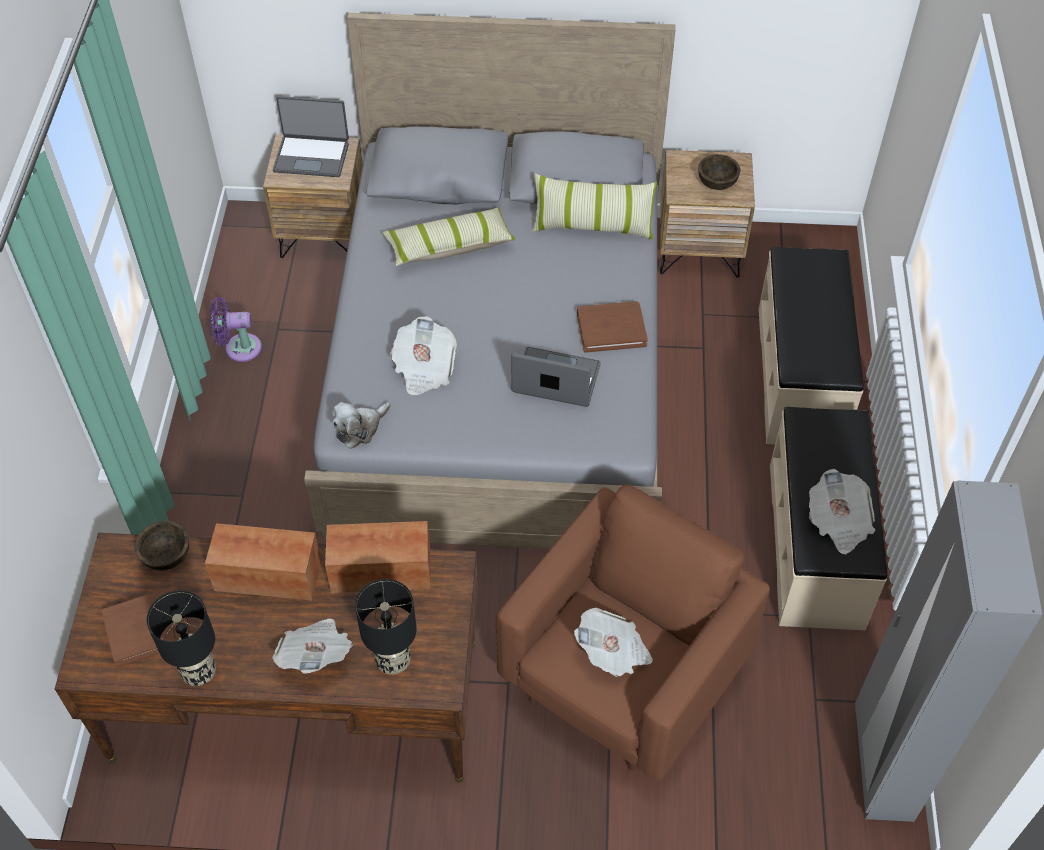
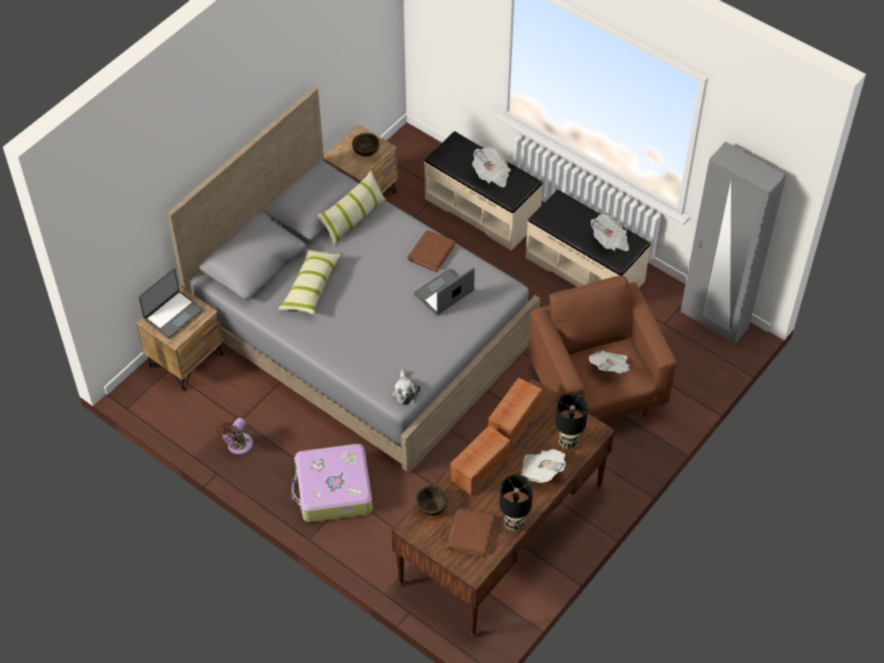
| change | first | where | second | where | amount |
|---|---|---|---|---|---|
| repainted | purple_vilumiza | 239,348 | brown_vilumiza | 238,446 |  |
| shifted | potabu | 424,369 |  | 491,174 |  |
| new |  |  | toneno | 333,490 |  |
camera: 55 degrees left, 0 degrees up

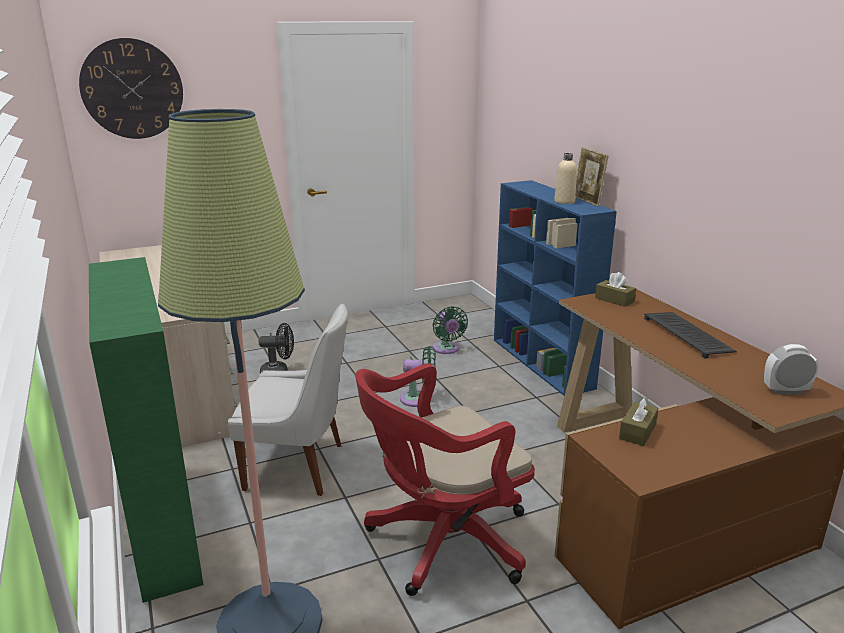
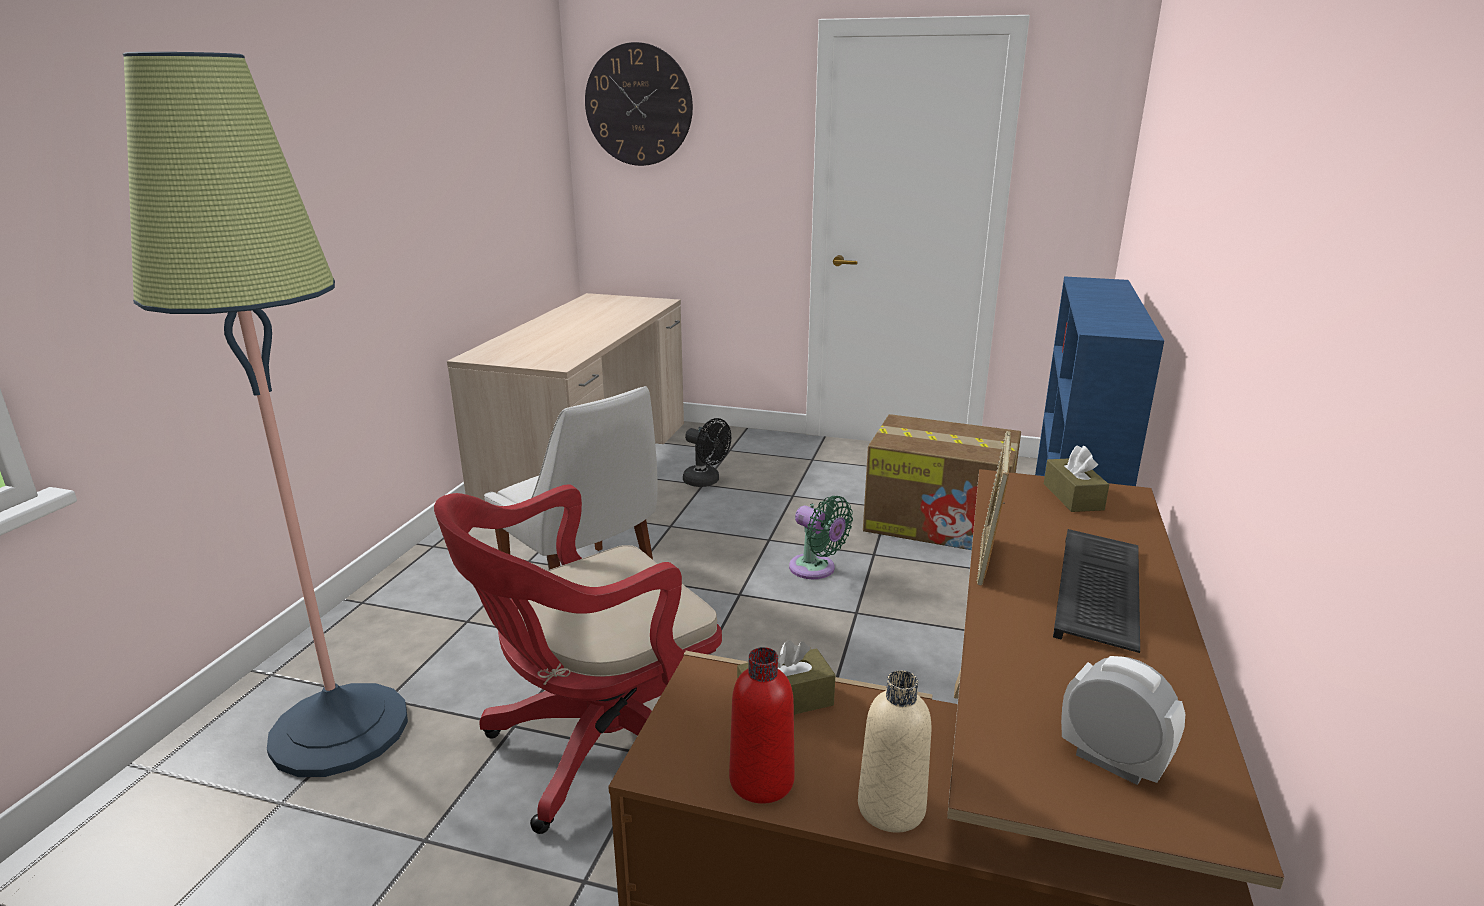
| change | first | where | second | where | amount |
|---|---|---|---|---|---|
| shifted | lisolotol | 587,201 |  | 986,561 |  |
| shifted | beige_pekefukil | 564,201 |  | 891,807 |  |
| gone | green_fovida | 162,524 |  |  |  |
| swapped | green_vilumiza | 446,349 | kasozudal | 940,523 |  |
| rotated | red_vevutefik | 441,542 |  | 597,748 | 45 degrees counterclockwise |
| new |  |  | red_pekefukil | 761,780 |  |
camera: 40 degrees right, 0 degrees up

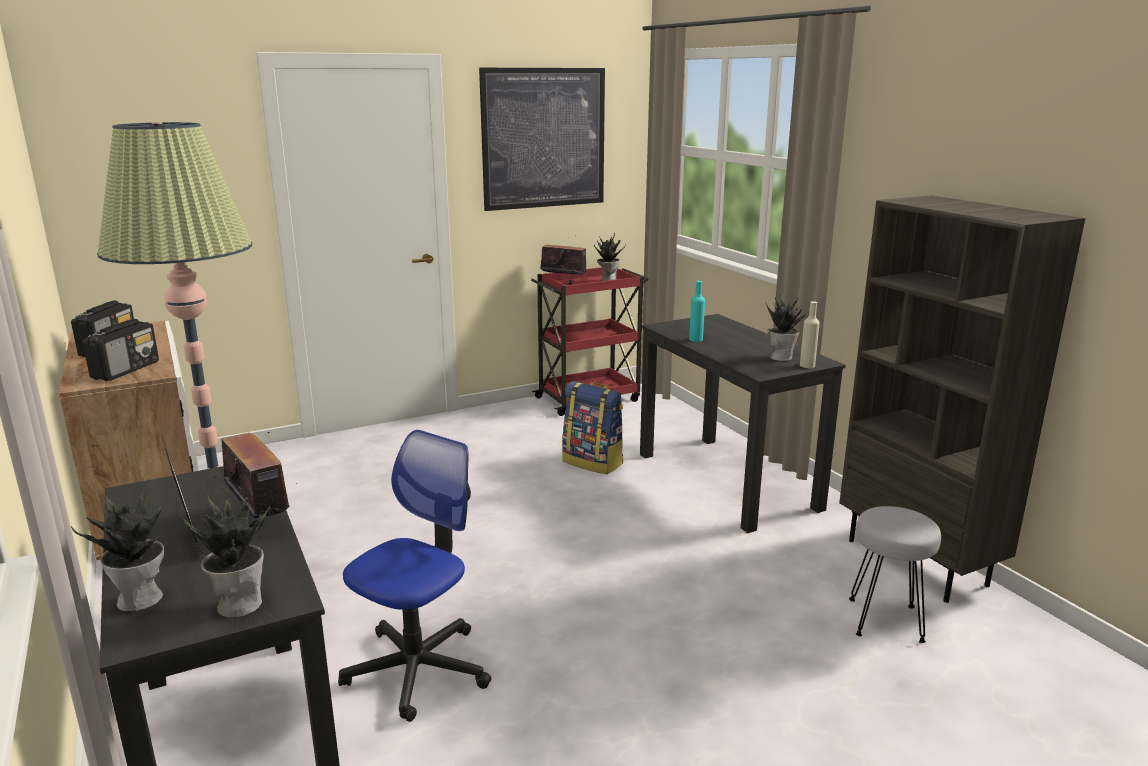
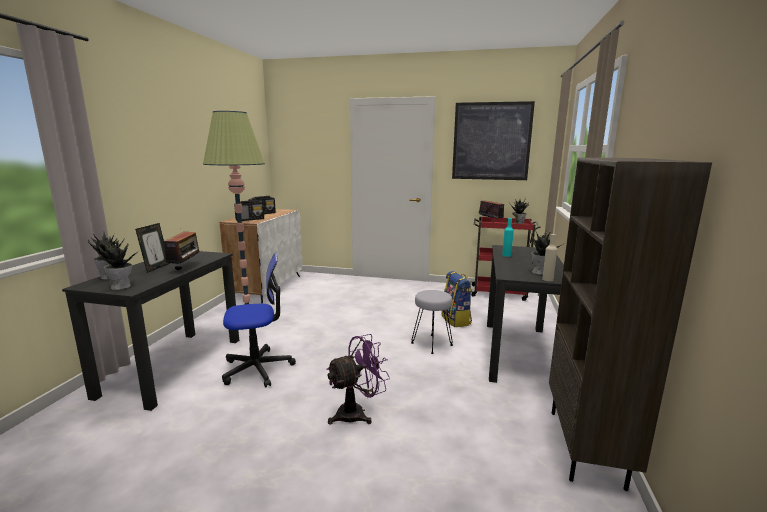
| change | first | where | second | where | amount |
|---|---|---|---|---|---|
| shifted | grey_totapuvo | 884,620 |  | 431,344 |  |
| new |  |  | purple_vilumiza | 357,413 |  |
camera: 40 degrees right, 5 degrees down

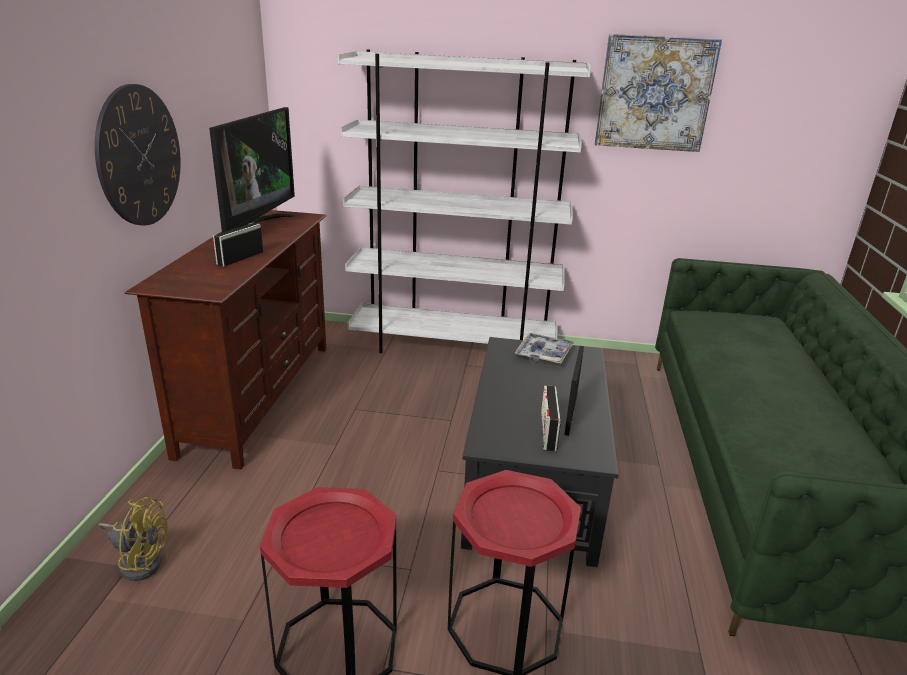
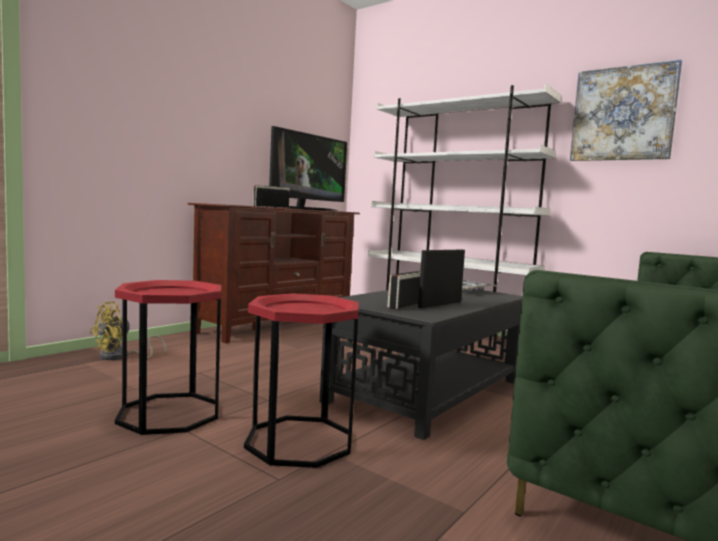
| change | first | where | second | where | amount |
|---|---|---|---|---|---|
| gone | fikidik | 139,156 |  |  |  |
| rotated | yellow_vilumiza | 139,561 |  | 120,357 | 90 degrees clockwise |
camera: 30 degrees right, 20 degrees down

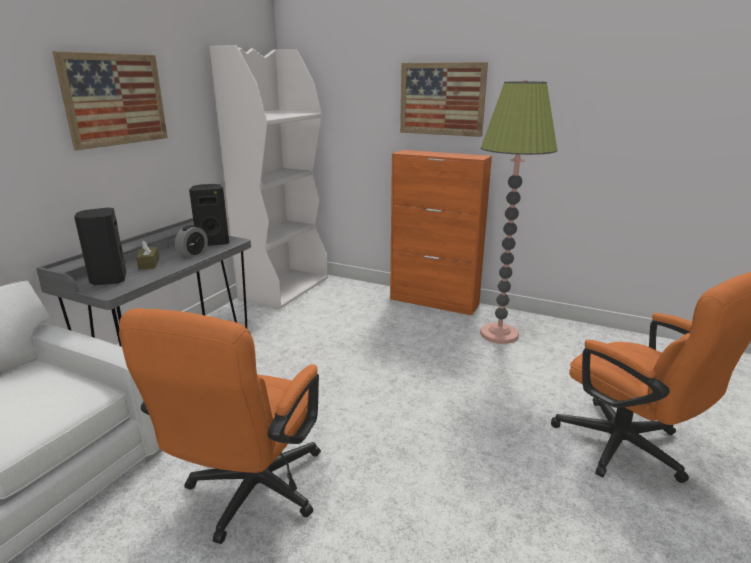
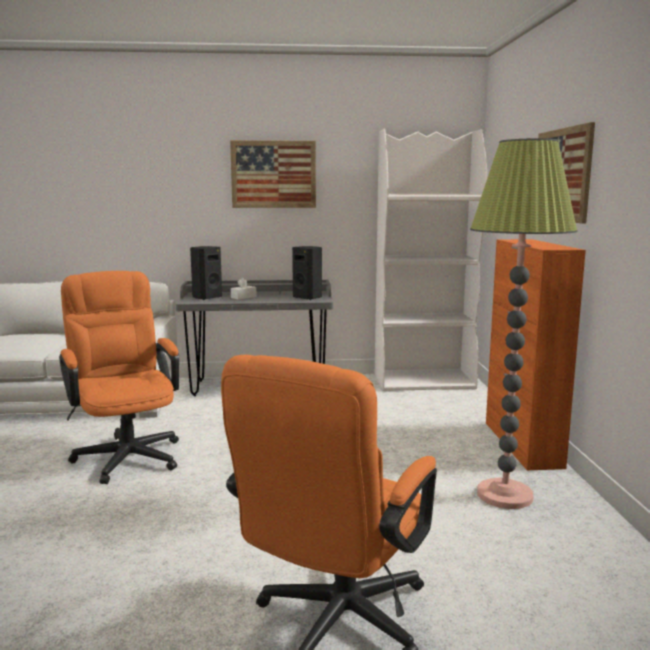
| change | first | where | second | where | amount |
|---|---|---|---|---|---|
| gone | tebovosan | 193,254 |  |  |  |
| repainted | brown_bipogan | 149,264 | white_bipogan | 243,297 |  |
| rotated | orange_vevutefik | 249,496 |  | 127,453 | 75 degrees clockwise |
camera: 60 degrees right, 10 degrees down

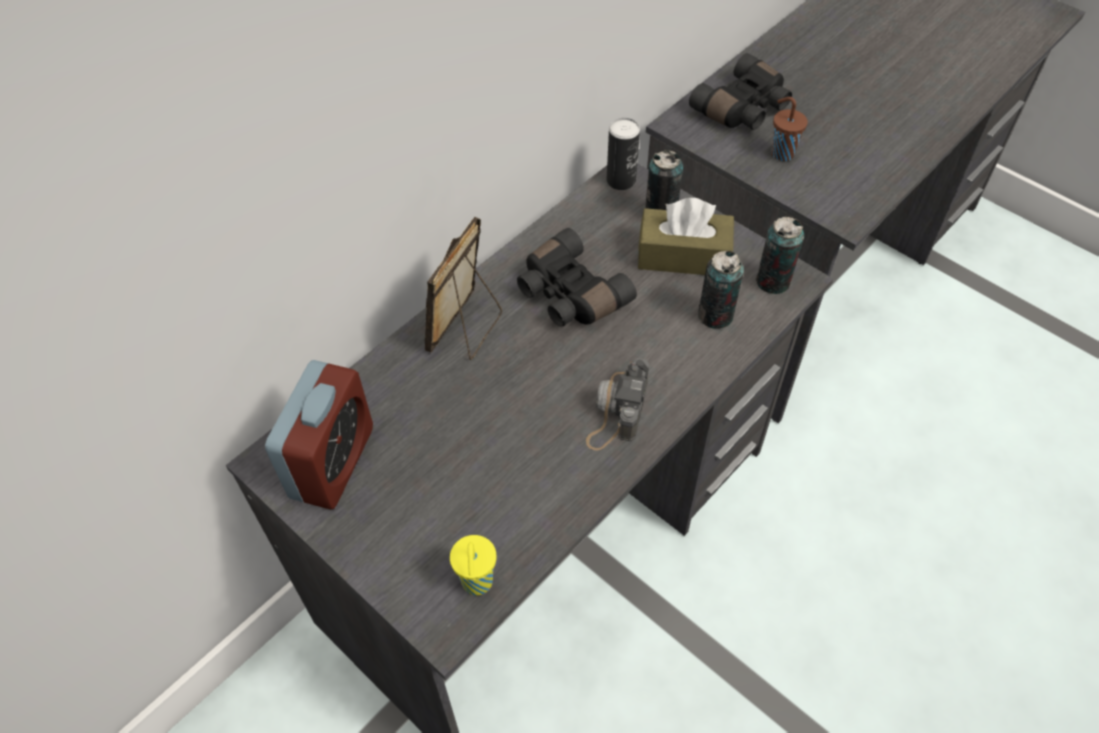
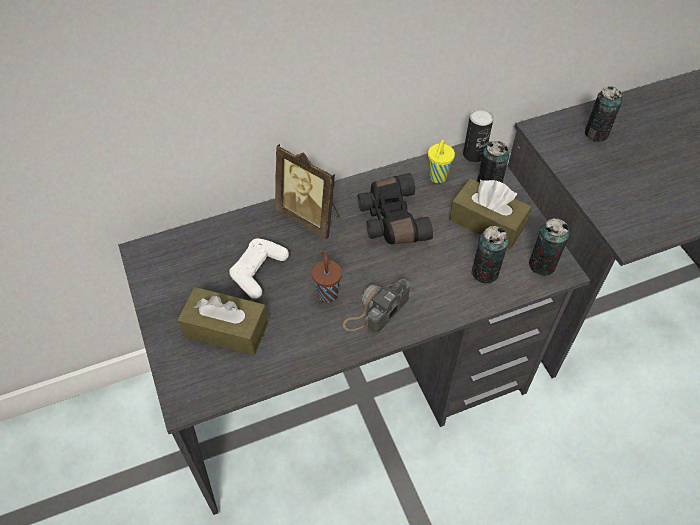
| change | first | where | second | where | amount |
|---|---|---|---|---|---|
| swapped | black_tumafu | 743,108 | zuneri | 596,134 |  |
| shifted | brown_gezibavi | 781,153 |  | 327,293 |  |
| rotated | lisolotol | 467,329 |  | 310,217 | 105 degrees counterclockwise |
| gone | tebovosan | 332,463 |  |  |  |
| shifted | yellow_gezibavi | 477,583 |  | 437,178 |  |
| new |  |  | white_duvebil | 258,271 |  |
| new |  |  | brown_bipogan | 226,329 |  |
camera: 25 degrees right, 0 degrees up

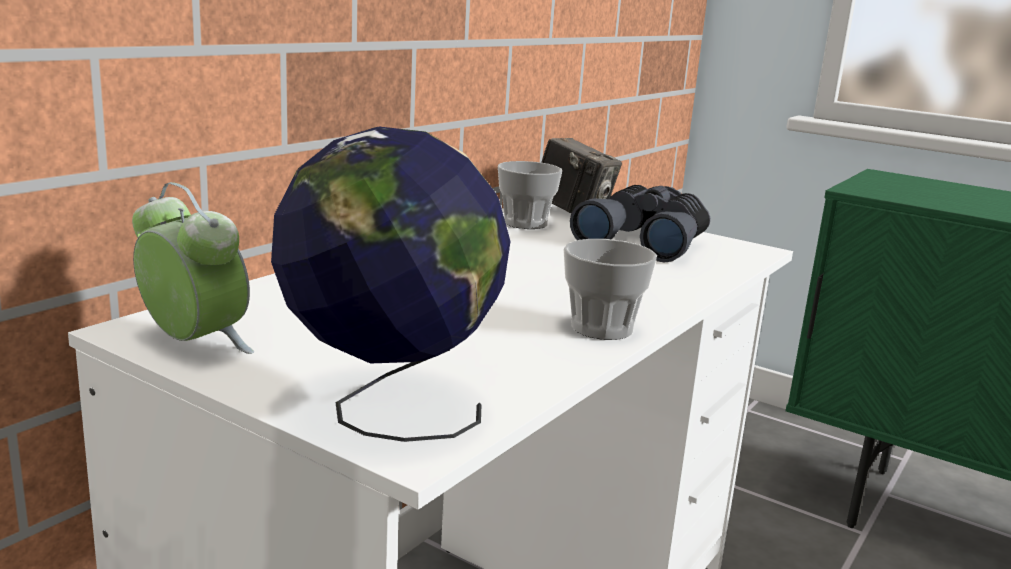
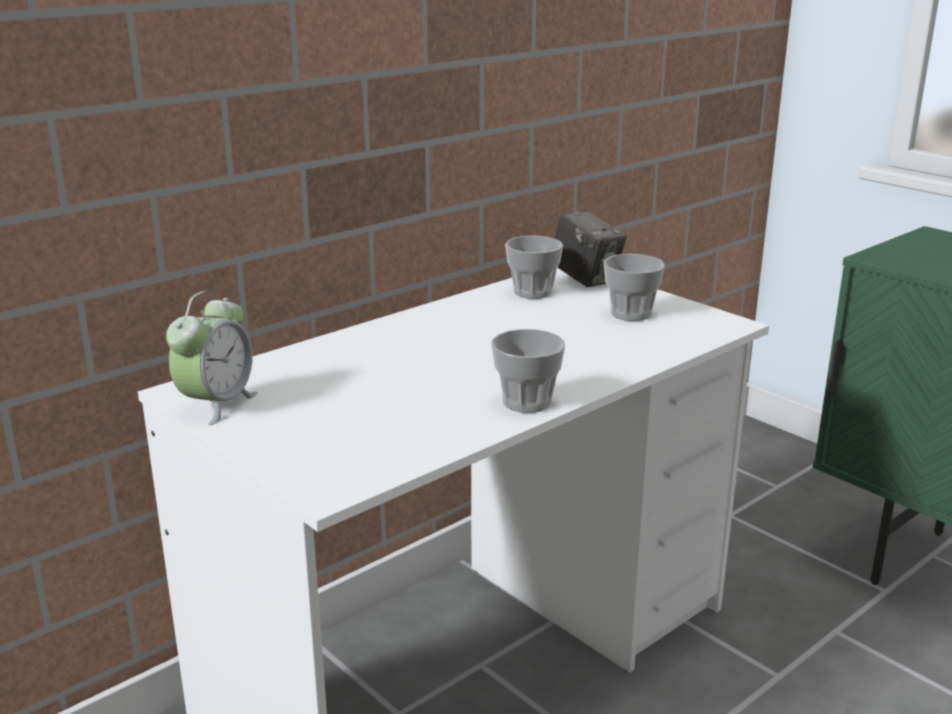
| change | first | where | second | where | amount |
|---|---|---|---|---|---|
| gone | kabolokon | 387,410 |  |  |  |
| rotated | tebovosan | 194,344 |  | 217,404 | 60 degrees clockwise |
| swapped | grey_tumafu | 645,241 | gezibavi | 630,313 |  |
camera: 15 degrees right, 5 degrees up

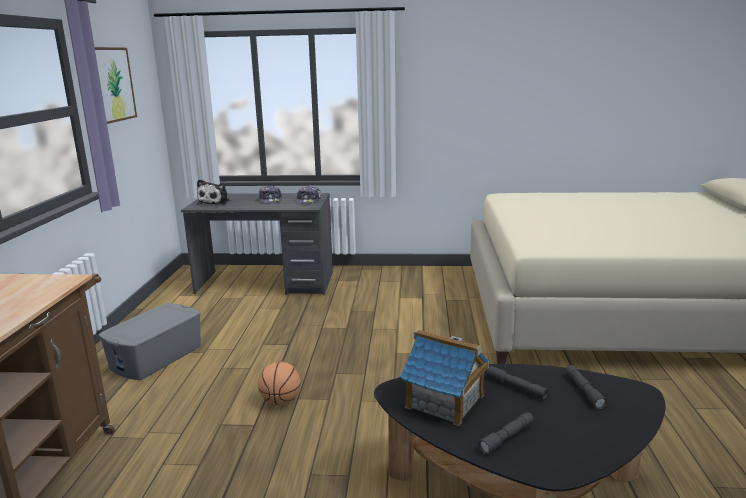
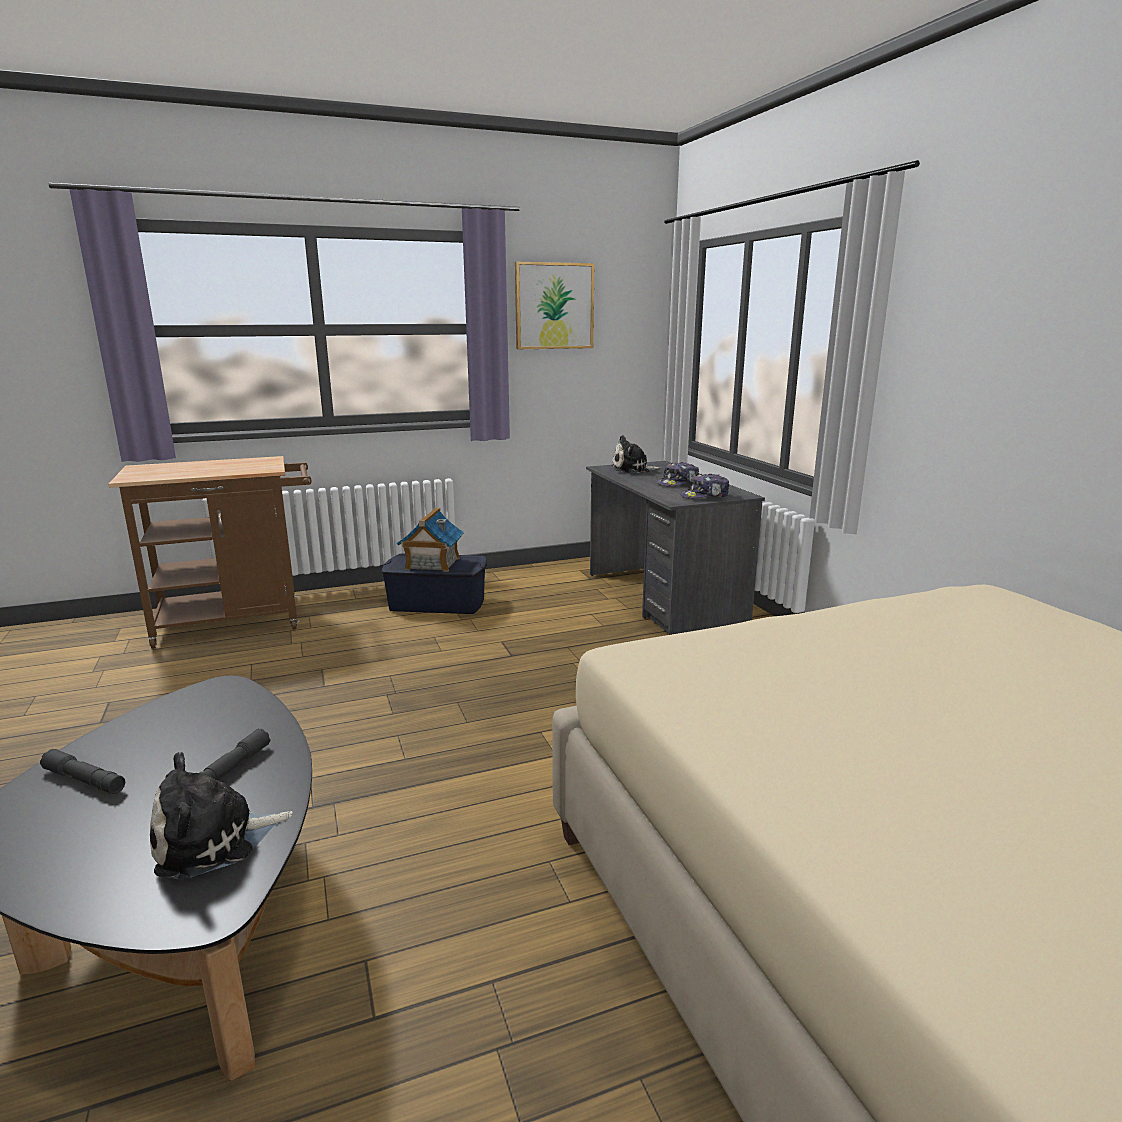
| change | first | where | second | where | amount |
|---|---|---|---|---|---|
| repainted | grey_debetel | 157,357 | blue_debetel | 437,603 |  |
| shifted | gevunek | 445,401 |  | 432,563 |  |
| gone | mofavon | 280,401 |  |  |  |
| swapped | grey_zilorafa | 584,391 | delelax | 214,840 |  |
camera: 65 degrees right, 0 degrees up

